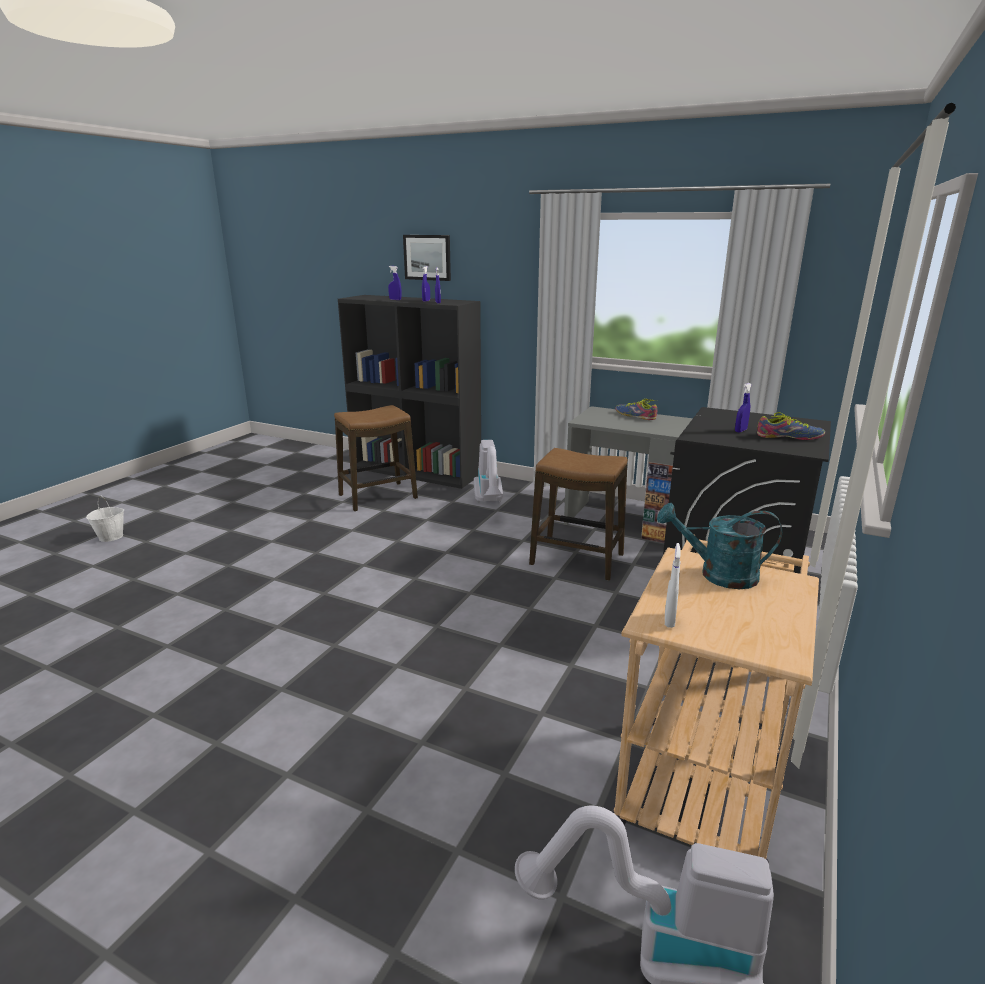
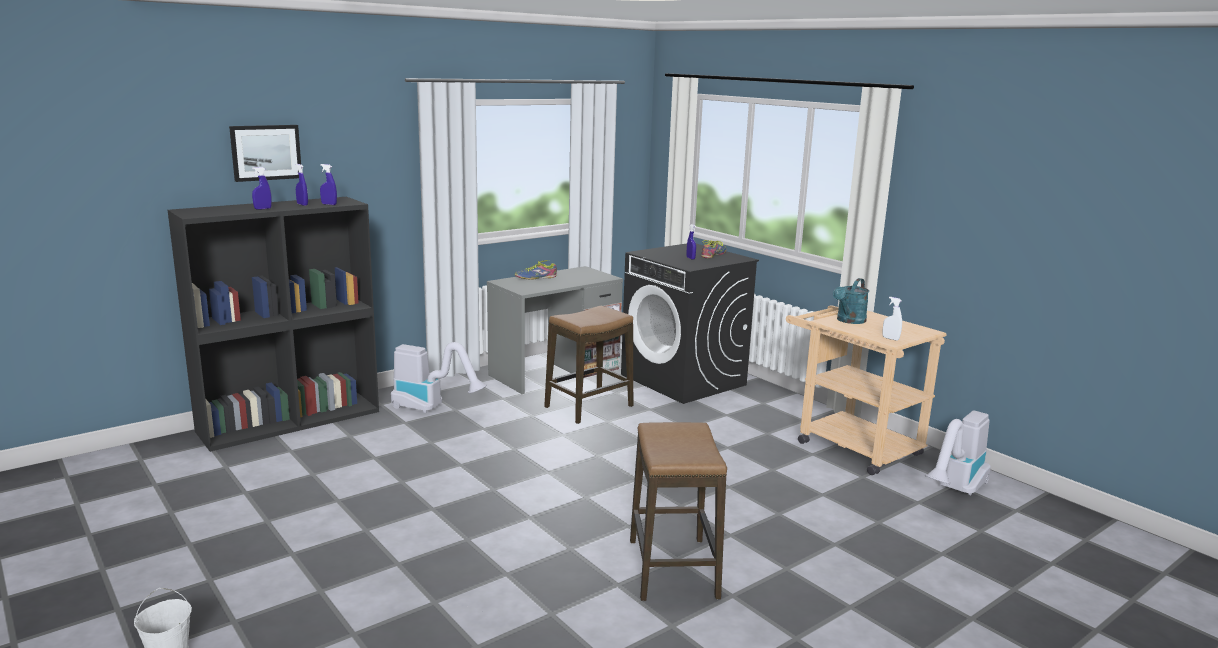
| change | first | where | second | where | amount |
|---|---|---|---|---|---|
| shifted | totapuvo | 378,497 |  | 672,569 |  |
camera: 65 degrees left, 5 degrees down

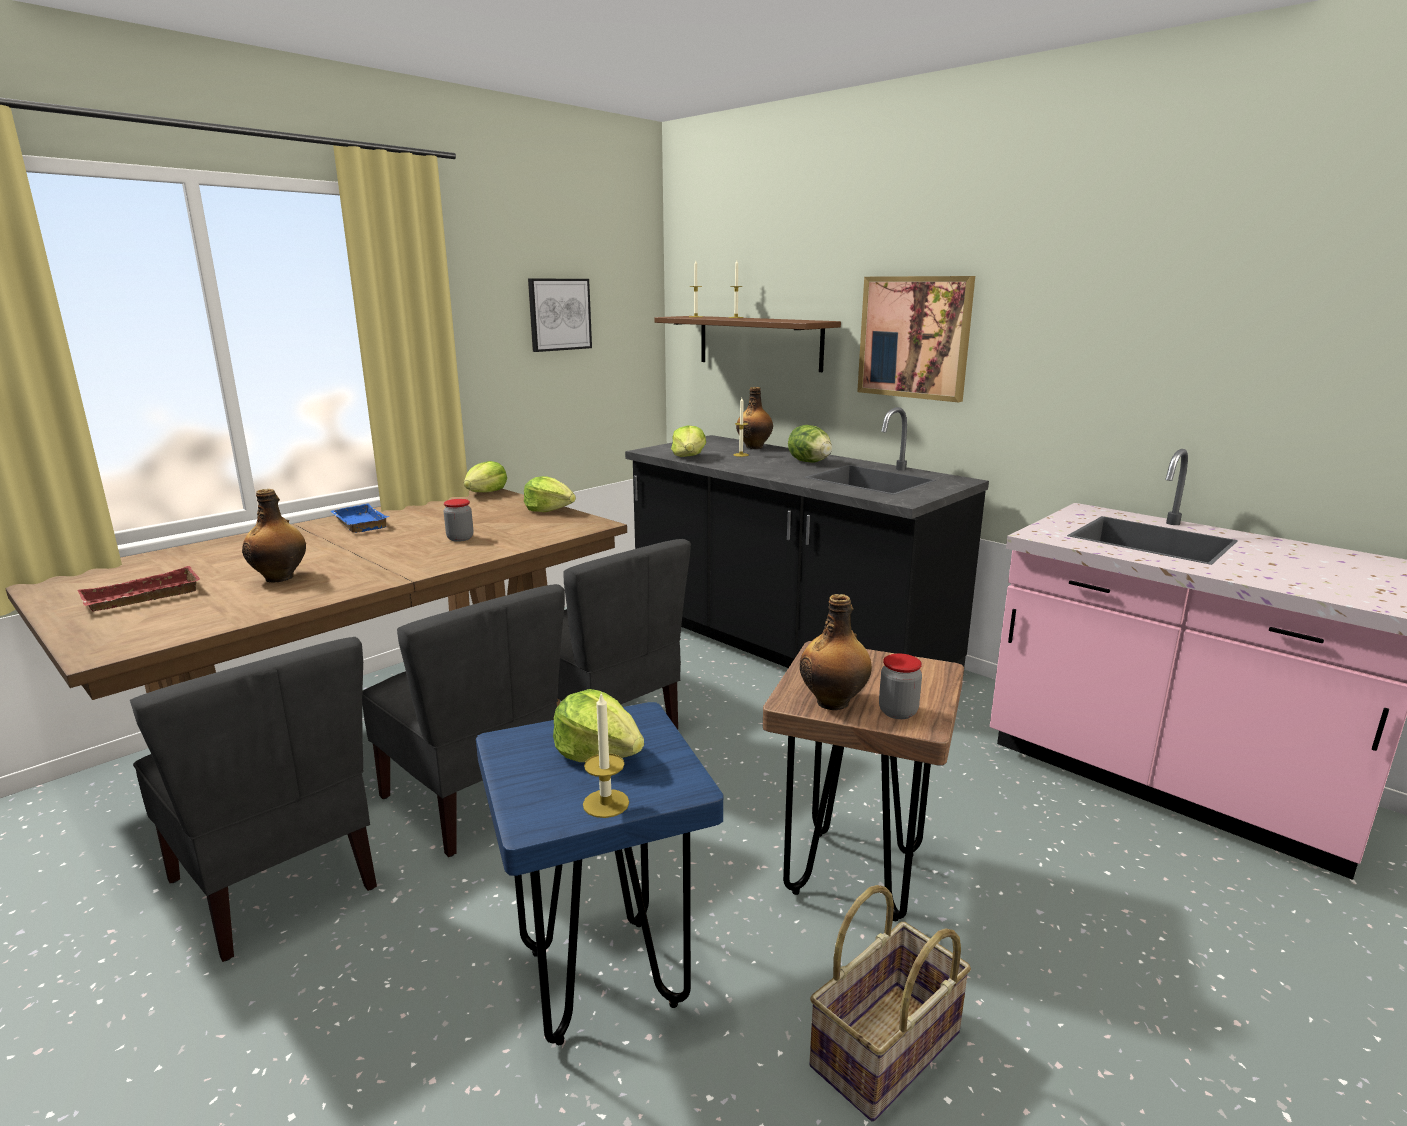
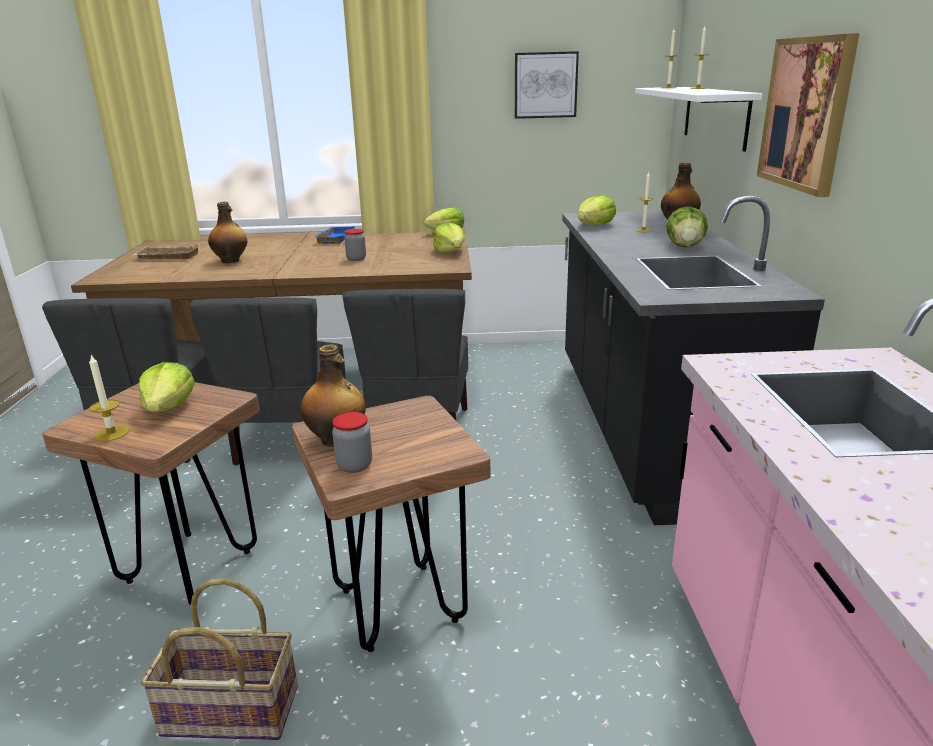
| change | first | where | second | where | amount |
|---|---|---|---|---|---|
| repainted | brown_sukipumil | 759,342 | white_sukipumil | 715,116 |  |
| repainted | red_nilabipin | 141,598 | beige_nilabipin | 167,257 |  |
| repainted | blue_totapuvo | 603,978 | brown_totapuvo | 190,567 |  |
camera: 45 degrees right, 5 degrees up

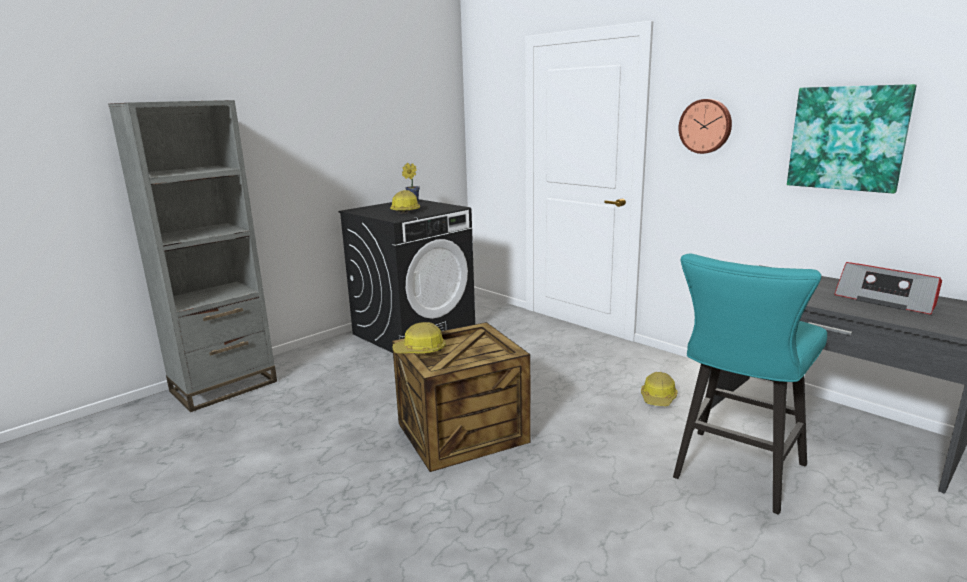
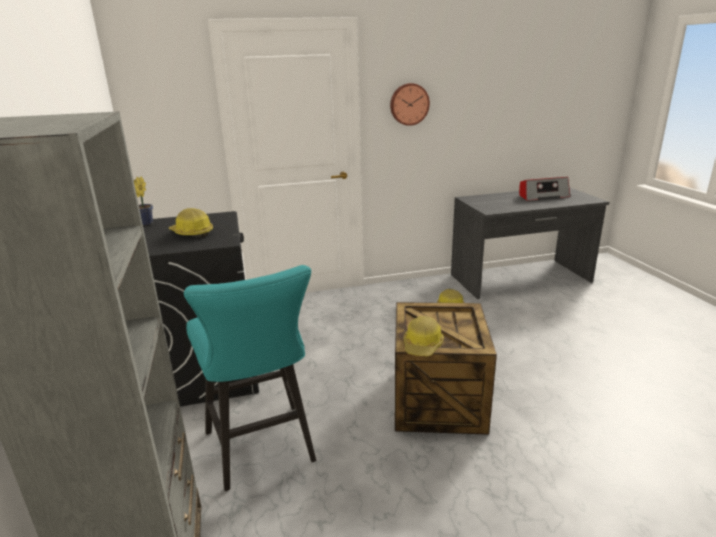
| change | first | where | second | where | amount |
|---|---|---|---|---|---|
| gone | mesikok | 847,138 |  |  |  |
| shifted | turquoise_totapuvo | 734,474 |  | 263,451 |  |
camera: 60 degrees left, 5 degrees up

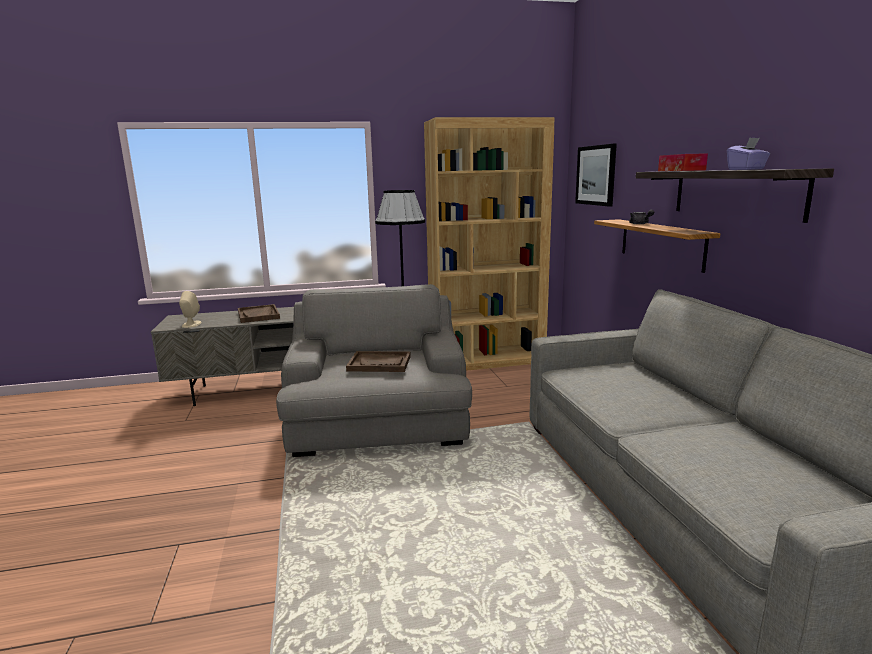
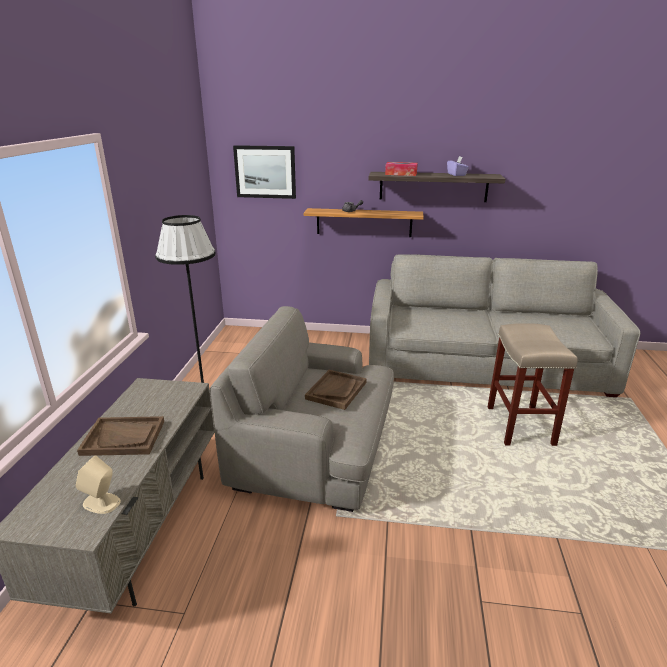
| change | first | where | second | where | amount |
|---|---|---|---|---|---|
| gone | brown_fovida | 487,360 |  |  |  |
| new |  |  | beige_totapuvo | 519,425 |  |
camera: 70 degrees left, 10 degrees up

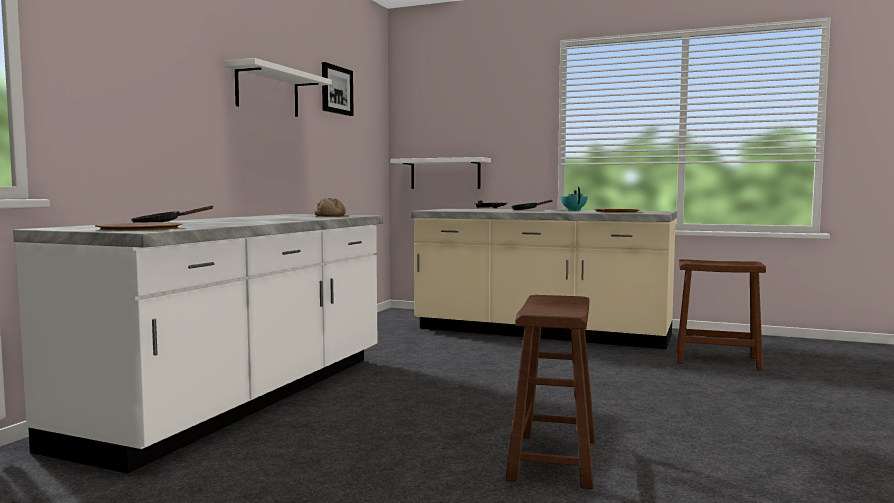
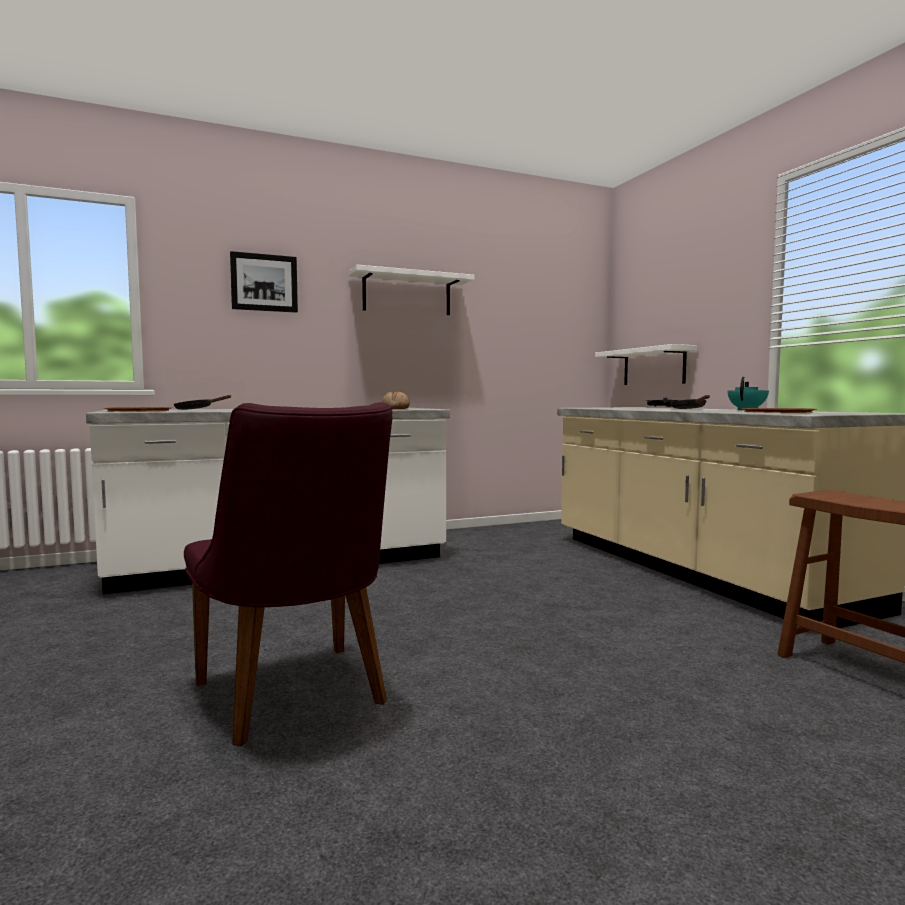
| change | first | where | second | where | amount |
|---|---|---|---|---|---|
| shifted | mesikok | 336,90 |  | 264,283 |  |
| swapped | brown_totapuvo | 554,459 | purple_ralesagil | 297,699 |  |
camera: 45 degrees right, 0 degrees up

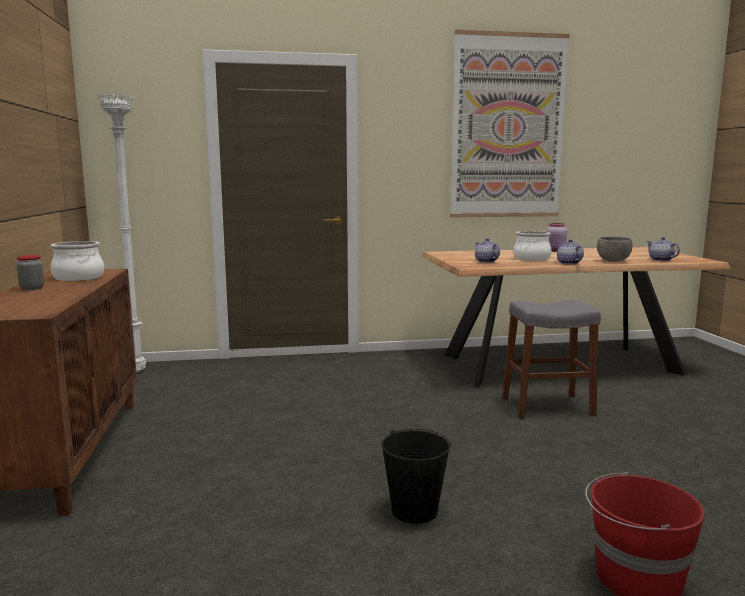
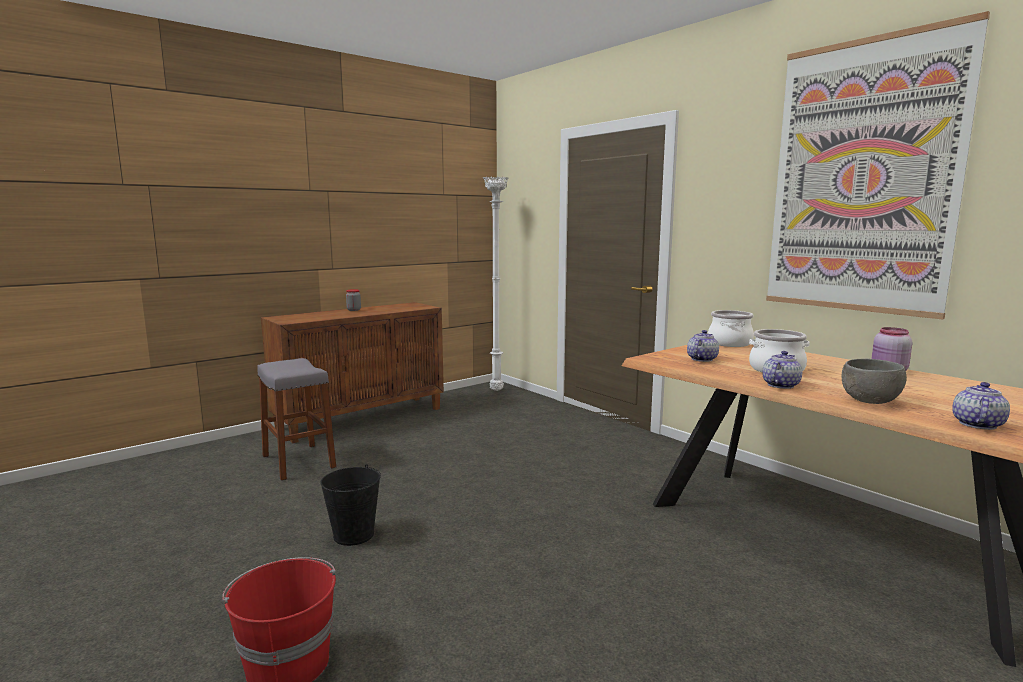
| change | first | where | second | where | amount |
|---|---|---|---|---|---|
| shifted | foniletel | 79,277 |  | 730,343 |  |
| shifted | grey_totapuvo | 547,406 |  | 298,461 |  |
camera: 60 degrees right, 0 degrees up

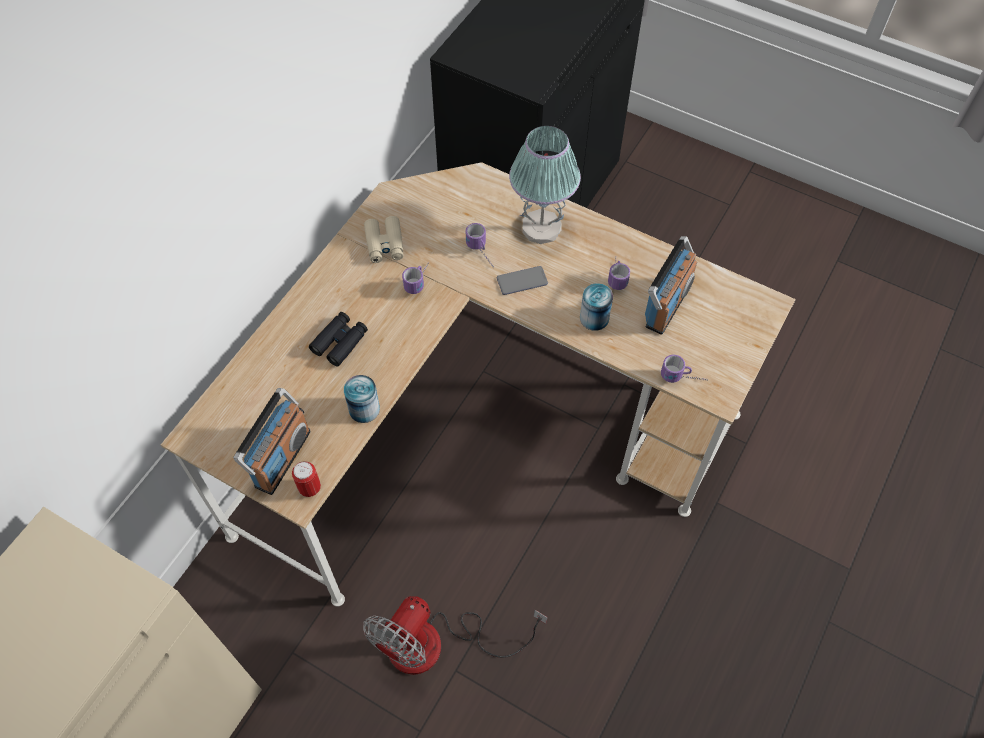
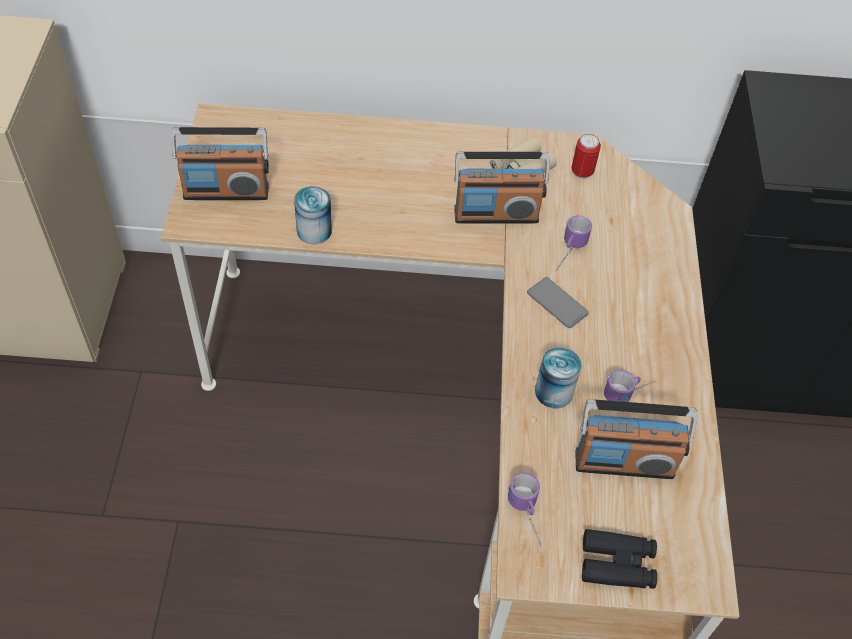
| change | first | where | second | where | amount |
|---|---|---|---|---|---|
| gone | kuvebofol | 542,228 |  |  |  |
| swapped | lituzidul | 419,280 | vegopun | 496,214 |  |
| shifted | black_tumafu | 340,342 |  | 617,564 |  |
| shifted | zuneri | 310,488 |  | 582,172 |  |
| gone | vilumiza | 435,645 |  |  |  |
camera: 60 degrees right, 5 degrees down

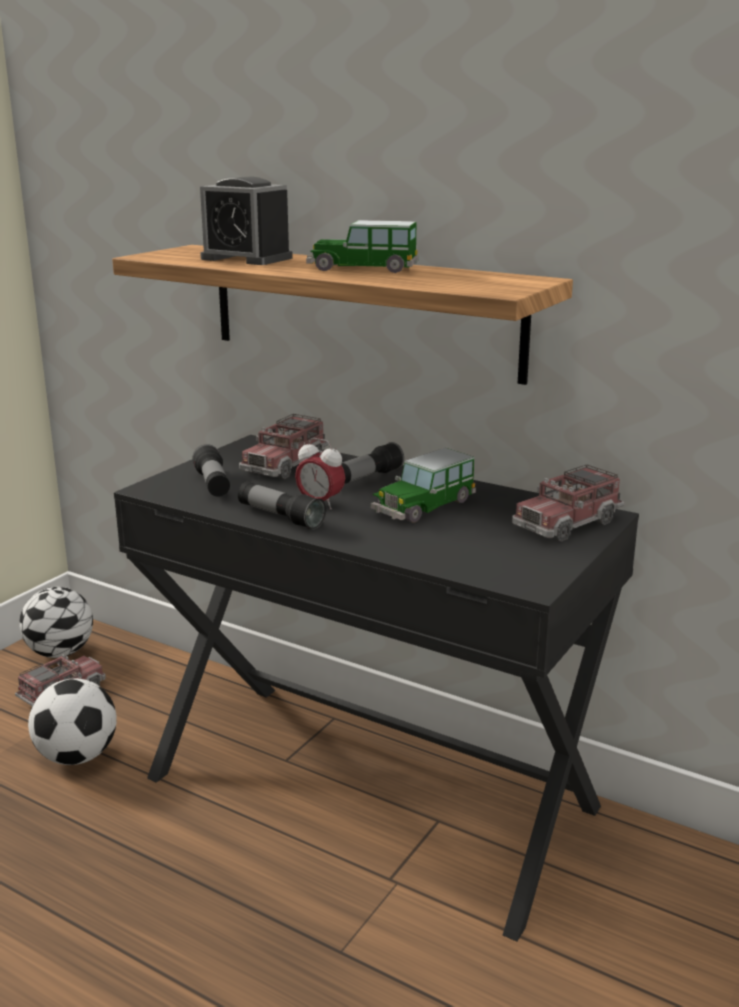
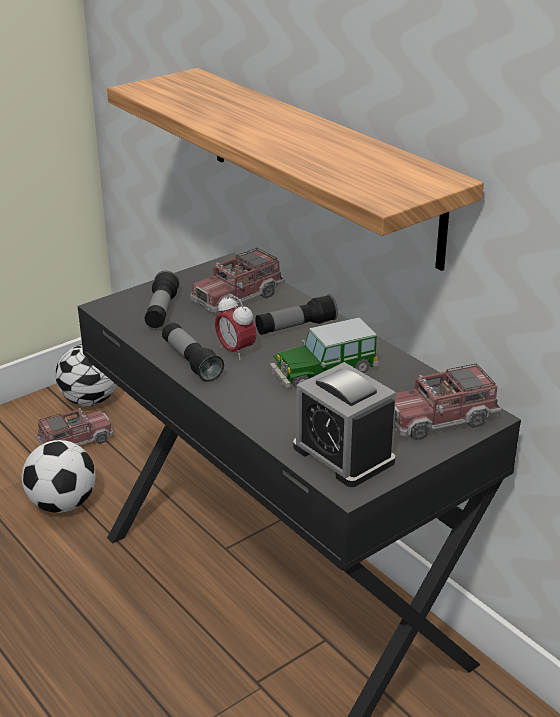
| change | first | where | second | where | amount |
|---|---|---|---|---|---|
| shifted | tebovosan | 246,258 |  | 343,454 |  |
| gone | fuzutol | 362,269 |  |  |  |
camera: 20 degrees right, 10 degrees up

